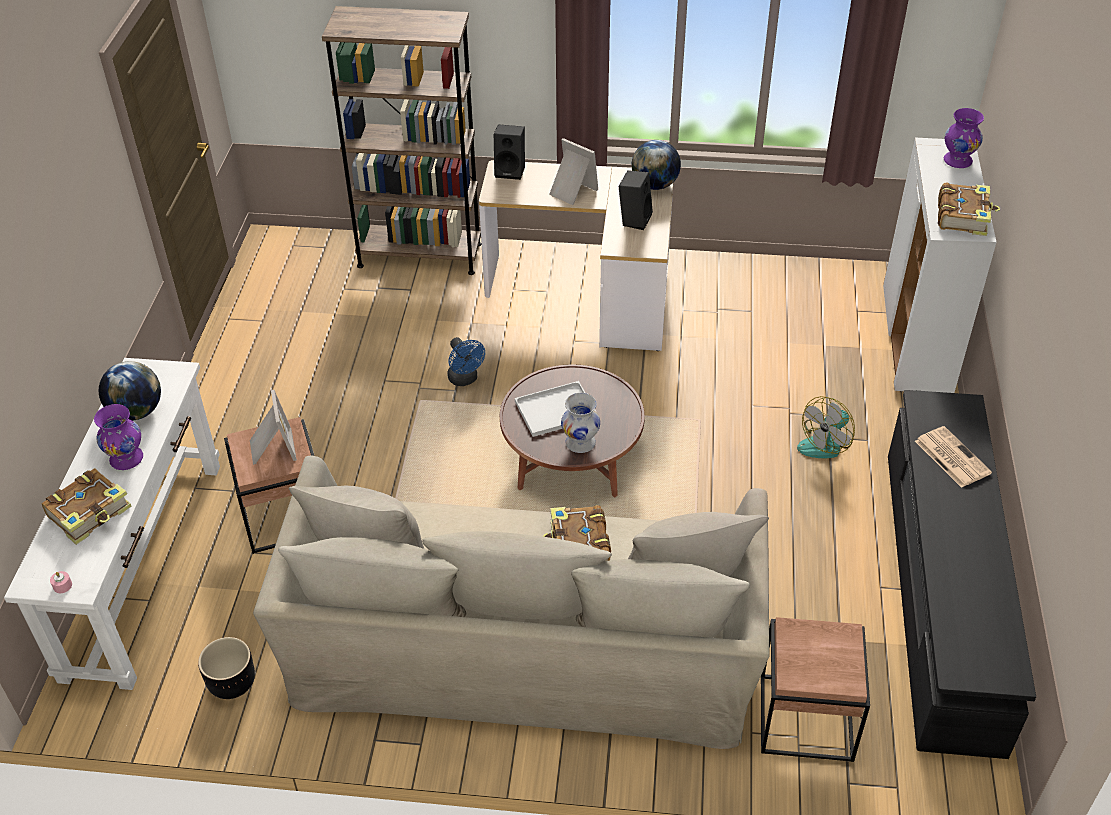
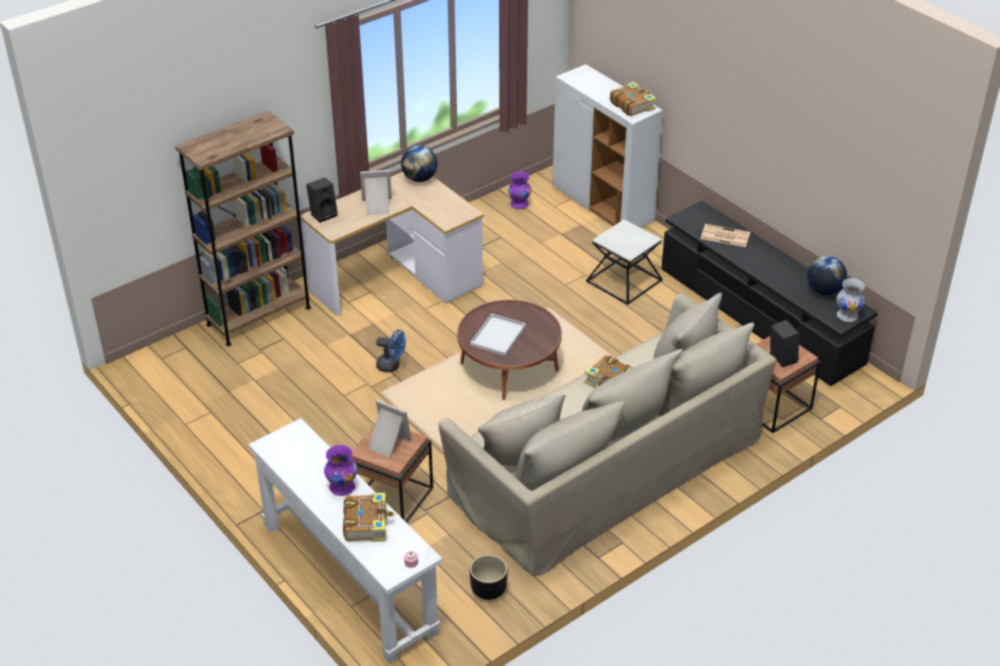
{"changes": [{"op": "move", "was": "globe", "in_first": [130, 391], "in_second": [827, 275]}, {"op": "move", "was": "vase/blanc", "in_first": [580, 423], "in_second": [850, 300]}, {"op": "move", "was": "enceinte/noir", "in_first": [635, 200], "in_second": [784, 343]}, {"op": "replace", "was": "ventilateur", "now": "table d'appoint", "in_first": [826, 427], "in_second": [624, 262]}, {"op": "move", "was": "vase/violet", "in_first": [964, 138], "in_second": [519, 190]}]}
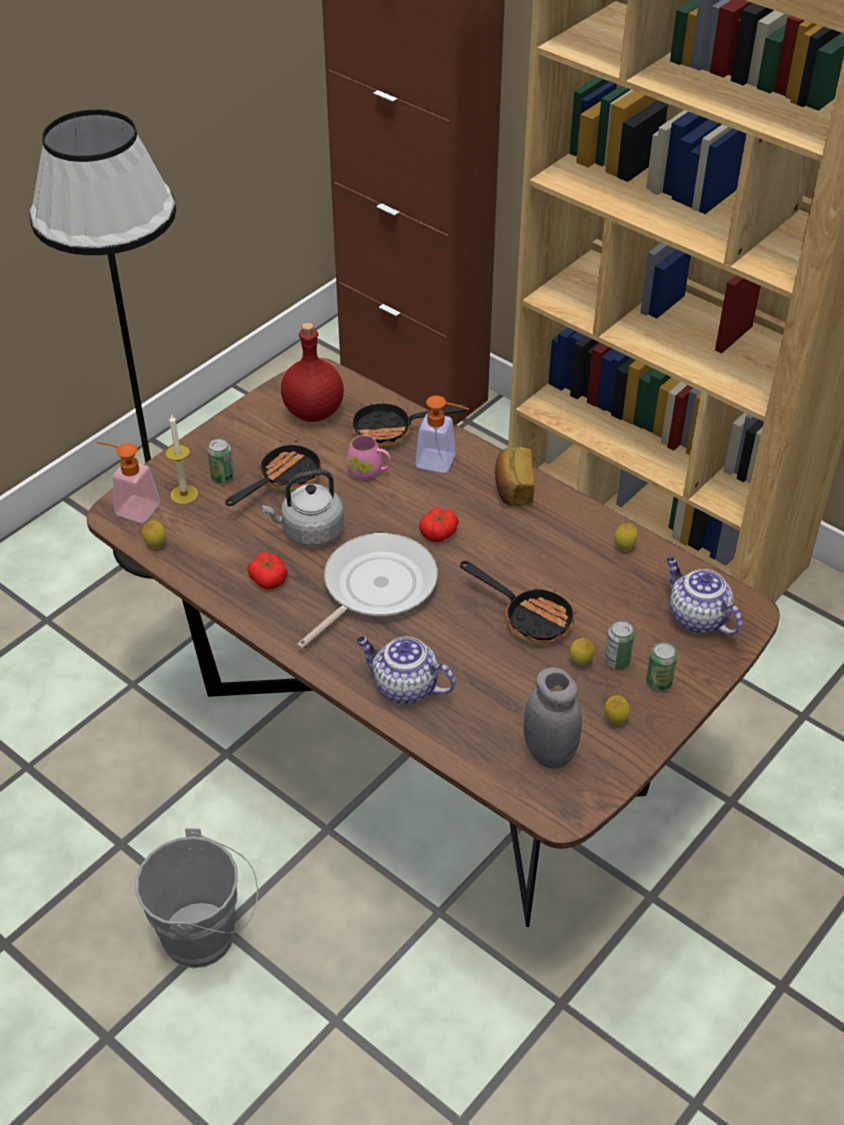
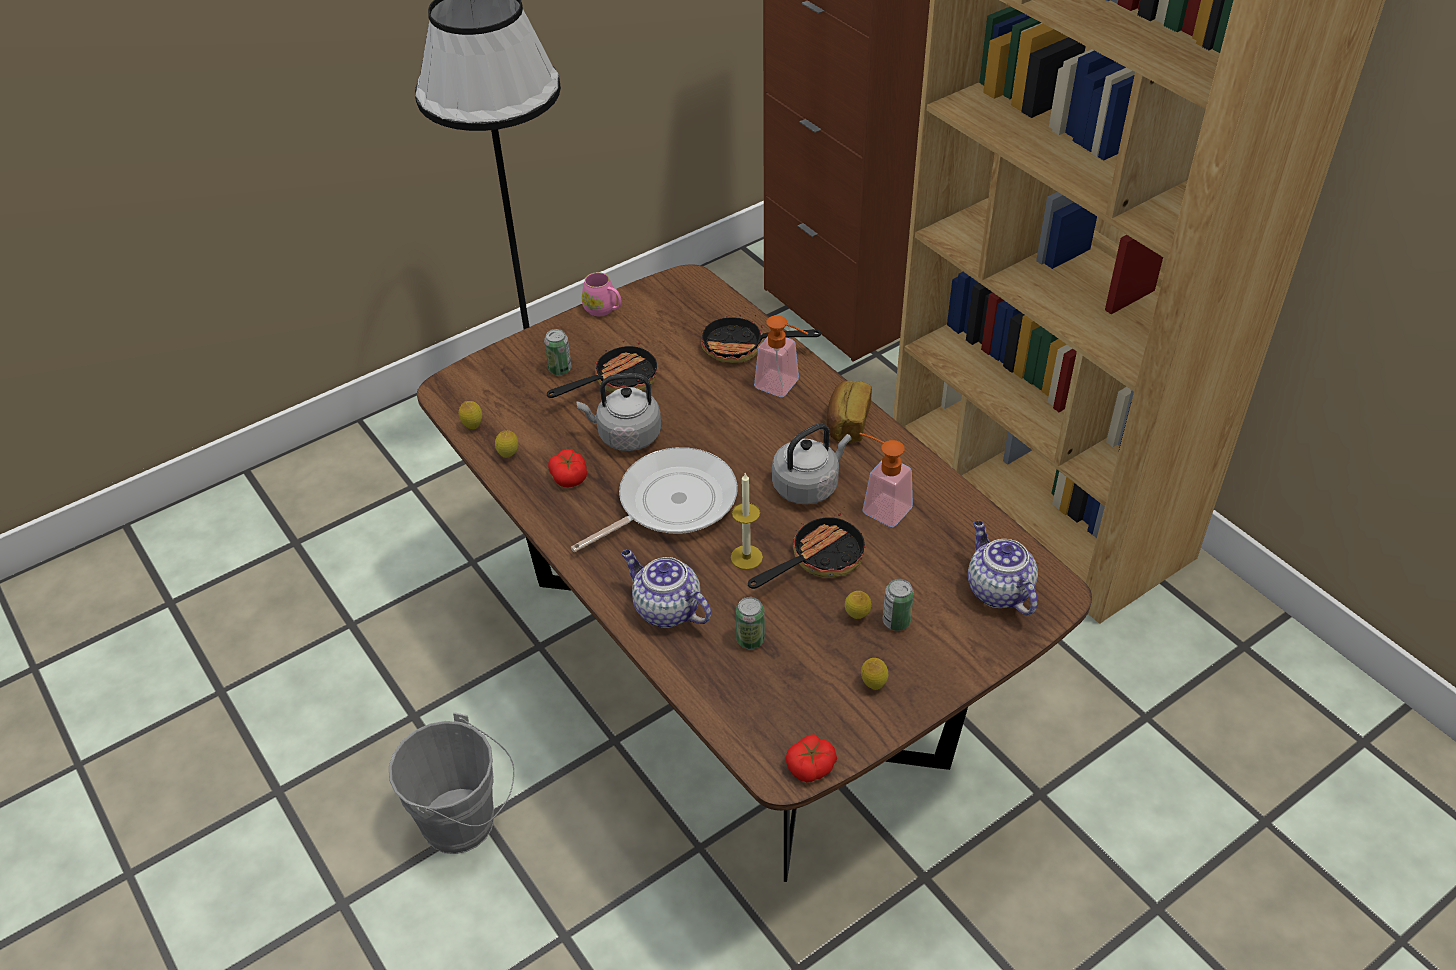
{"changes": [{"op": "move", "was": "distributeur de savon", "in_first": [128, 482], "in_second": [886, 480]}, {"op": "move", "was": "bougie", "in_first": [181, 459], "in_second": [747, 521]}, {"op": "delete", "was": "bouteille/rouge", "in_first": [312, 372]}, {"op": "move", "was": "mug/rose", "in_first": [369, 457], "in_second": [602, 294]}, {"op": "move", "was": "tomate", "in_first": [439, 524], "in_second": [811, 758]}, {"op": "rotate", "was": "poêle", "in_first": [518, 603], "in_second": [806, 550], "clockwise": -90}, {"op": "delete", "was": "bocal/gris", "in_first": [553, 718]}, {"op": "move", "was": "citron", "in_first": [626, 536], "in_second": [506, 444]}, {"op": "move", "was": "boîte métallique", "in_first": [661, 666], "in_second": [750, 623]}, {"op": "insert", "now": "bouilloire/gris", "in_second": [812, 464]}]}
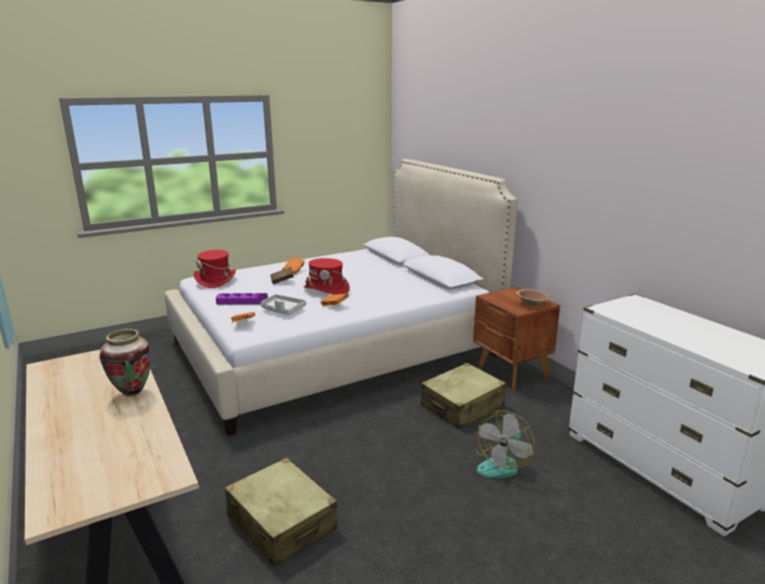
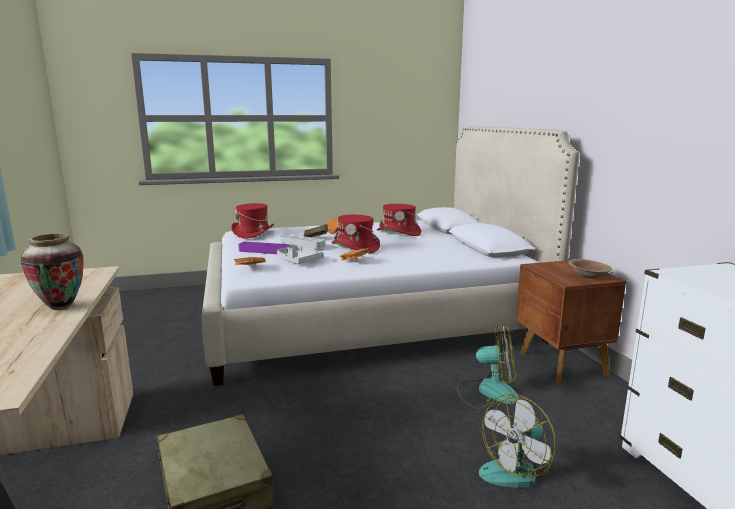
{"changes": [{"op": "replace", "was": "valise/beige", "now": "ventilateur", "in_first": [463, 396], "in_second": [488, 366]}, {"op": "insert", "now": "plateau/gris", "in_second": [302, 241]}, {"op": "insert", "now": "chapeau/rouge", "in_second": [399, 220]}]}
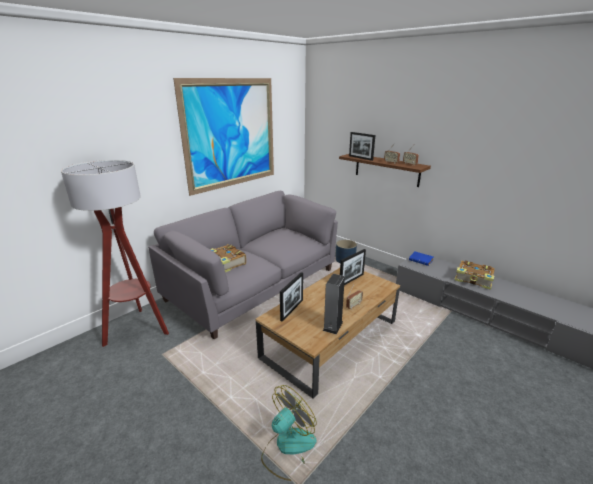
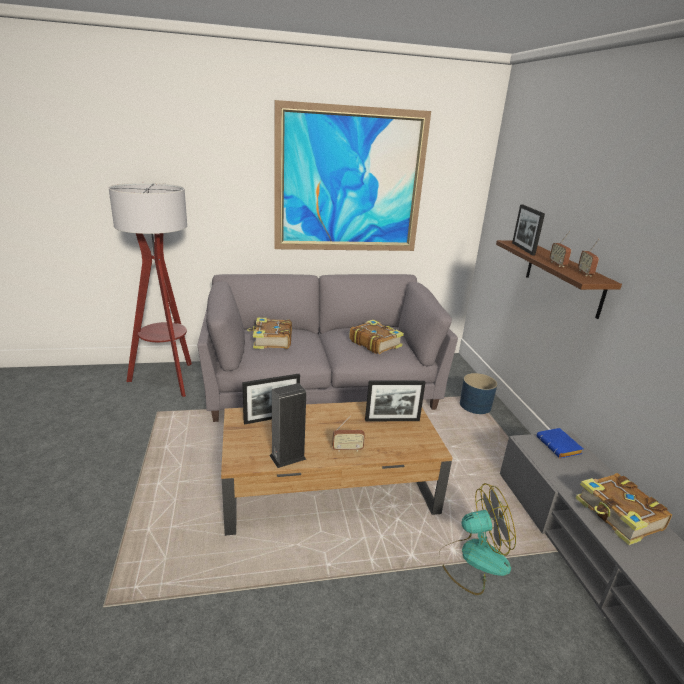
{"changes": [{"op": "move", "was": "ventilateur", "in_first": [289, 433], "in_second": [477, 539]}, {"op": "insert", "now": "livre", "in_second": [376, 337]}]}
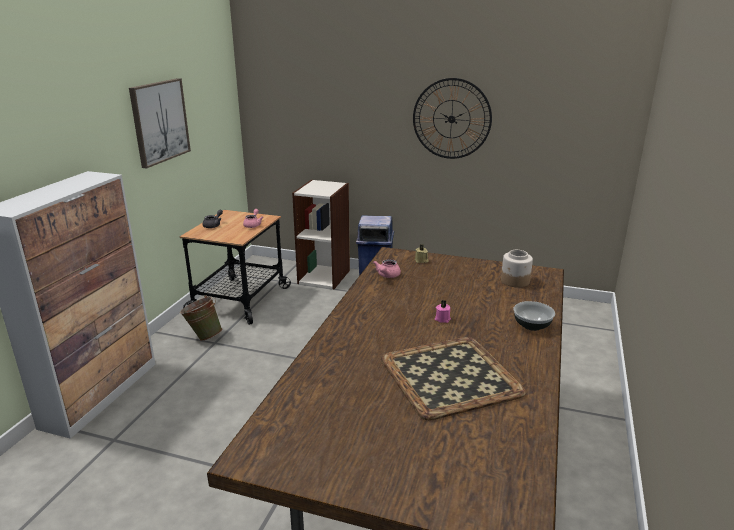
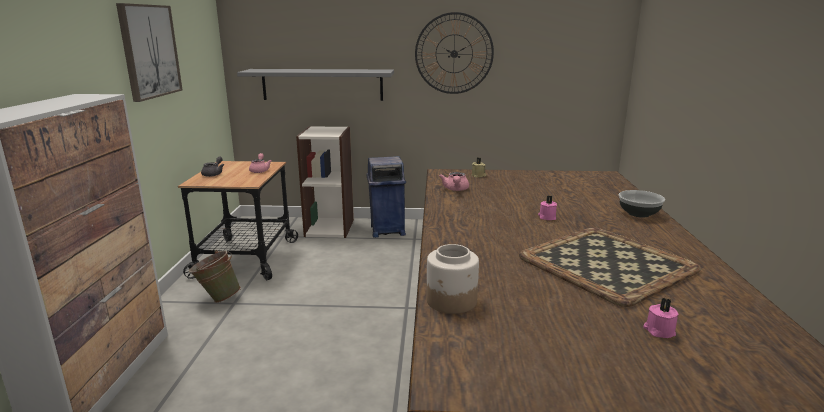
{"changes": [{"op": "move", "was": "bocal", "in_first": [517, 268], "in_second": [453, 279]}, {"op": "insert", "now": "étagère/gris", "in_second": [315, 85]}, {"op": "insert", "now": "bougie/rose", "in_second": [661, 318]}]}
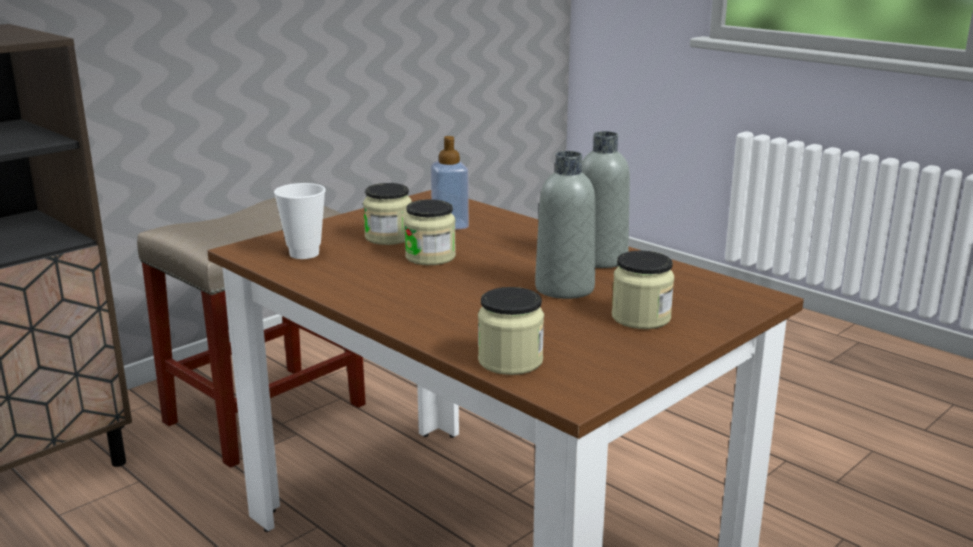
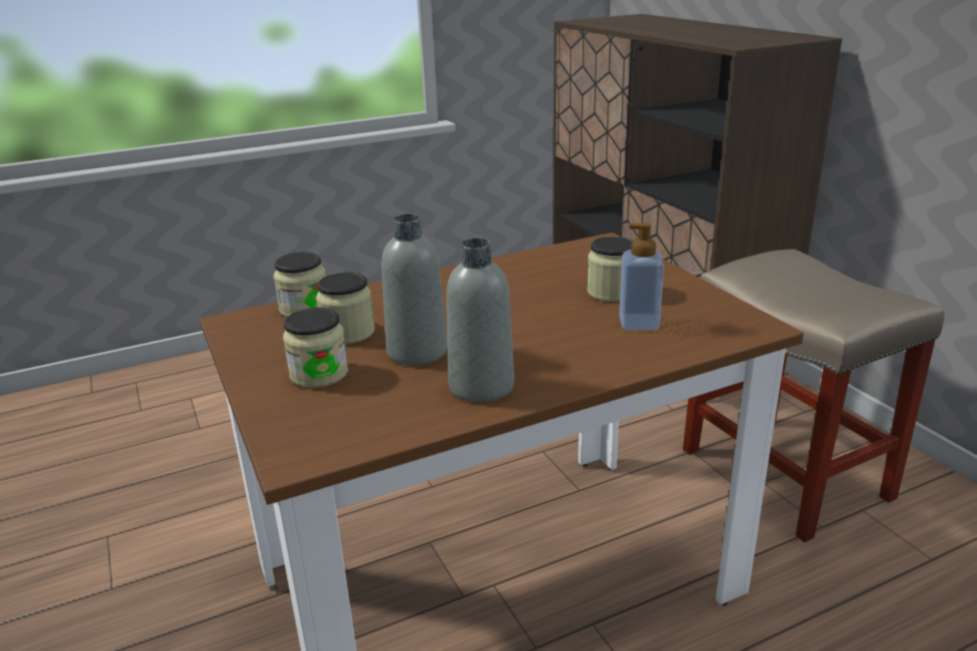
{"changes": [{"op": "delete", "was": "tasse", "in_first": [299, 221]}, {"op": "move", "was": "bocal", "in_first": [430, 232], "in_second": [345, 308]}]}
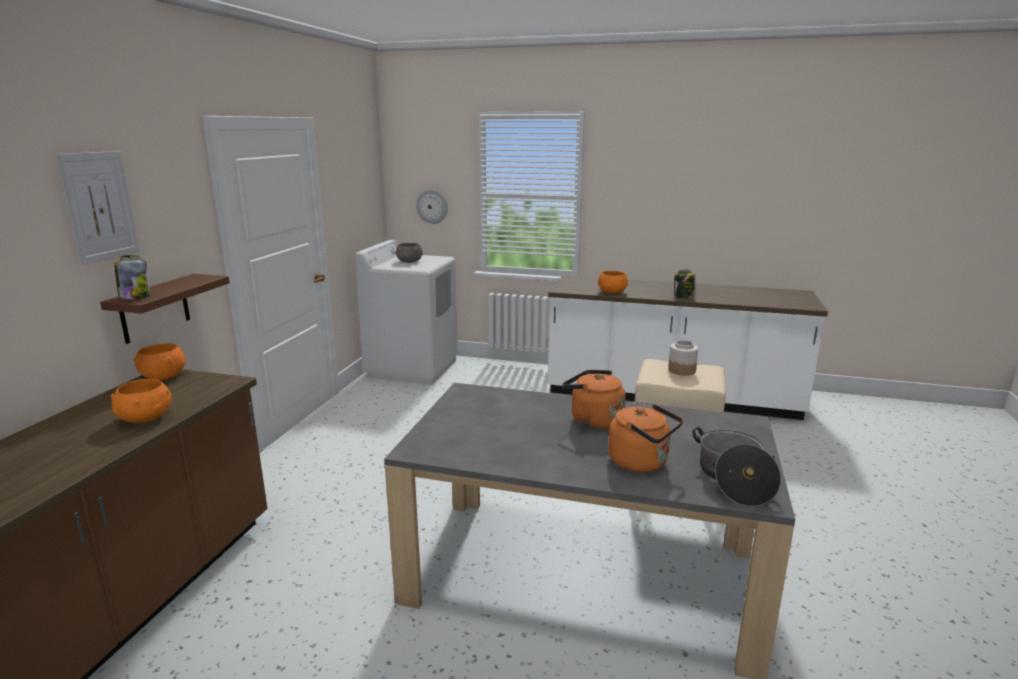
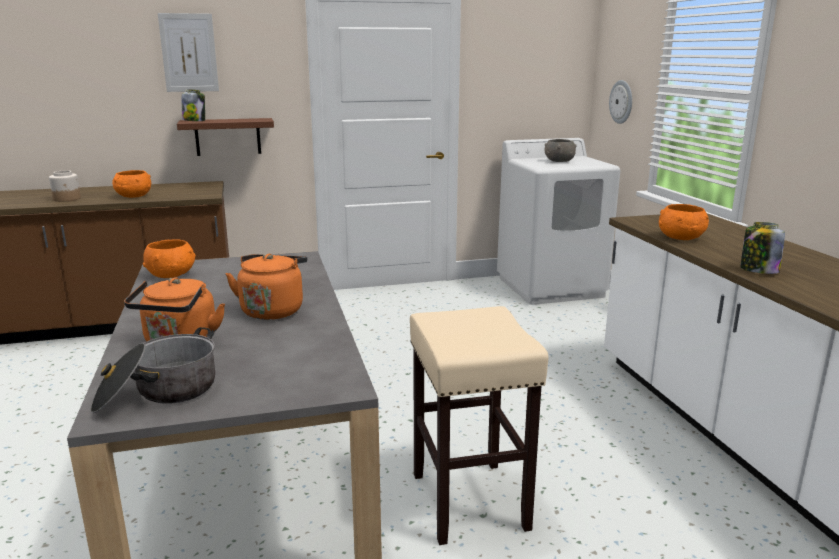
{"changes": [{"op": "move", "was": "bol/orange", "in_first": [159, 361], "in_second": [169, 258]}, {"op": "move", "was": "bocal", "in_first": [683, 357], "in_second": [65, 186]}]}
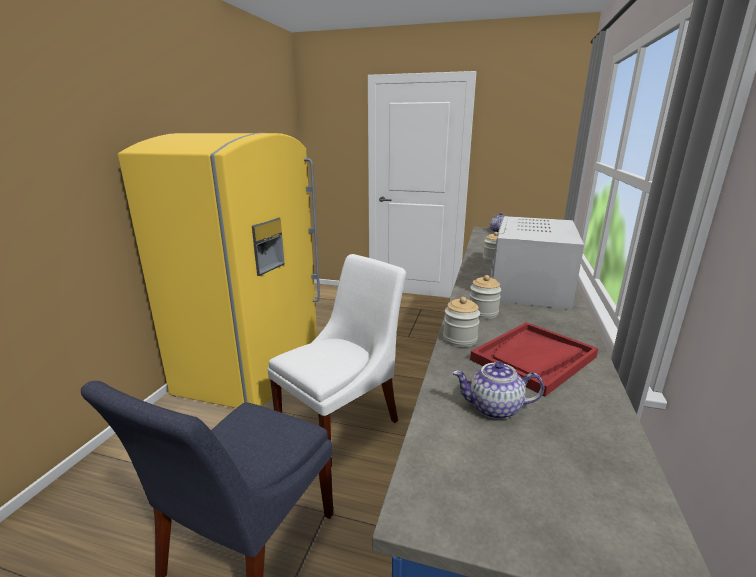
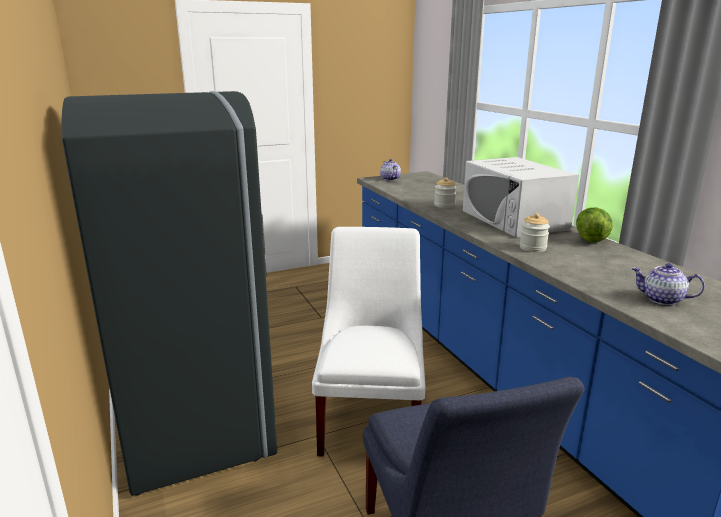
{"changes": [{"op": "recolor", "was": "réfrigérateur/jaune", "now": "réfrigérateur/gris", "in_first": [219, 270], "in_second": [169, 293]}, {"op": "delete", "was": "bocal", "in_first": [461, 322]}, {"op": "rotate", "was": "théière", "in_first": [498, 390], "in_second": [668, 284], "clockwise": 60}, {"op": "delete", "was": "plateau/rouge", "in_first": [534, 359]}, {"op": "insert", "now": "laitue", "in_second": [594, 225]}]}
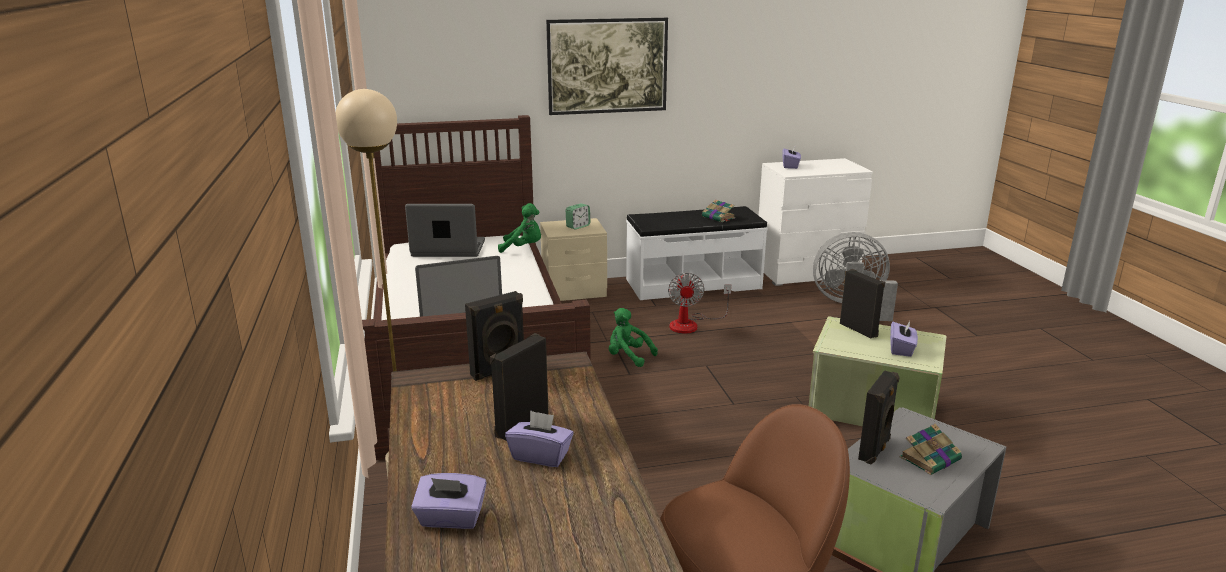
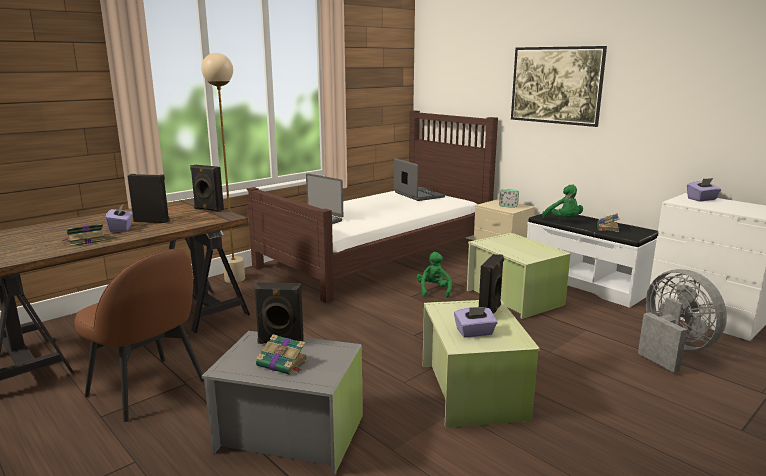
{"changes": [{"op": "delete", "was": "boîte à mouchoirs/violet", "in_first": [449, 501]}, {"op": "move", "was": "peluche/vert", "in_first": [519, 228], "in_second": [562, 201]}, {"op": "replace", "was": "ventilateur", "now": "boîte de rangement/vert", "in_first": [699, 303], "in_second": [519, 276]}, {"op": "insert", "now": "livre", "in_second": [84, 235]}]}
